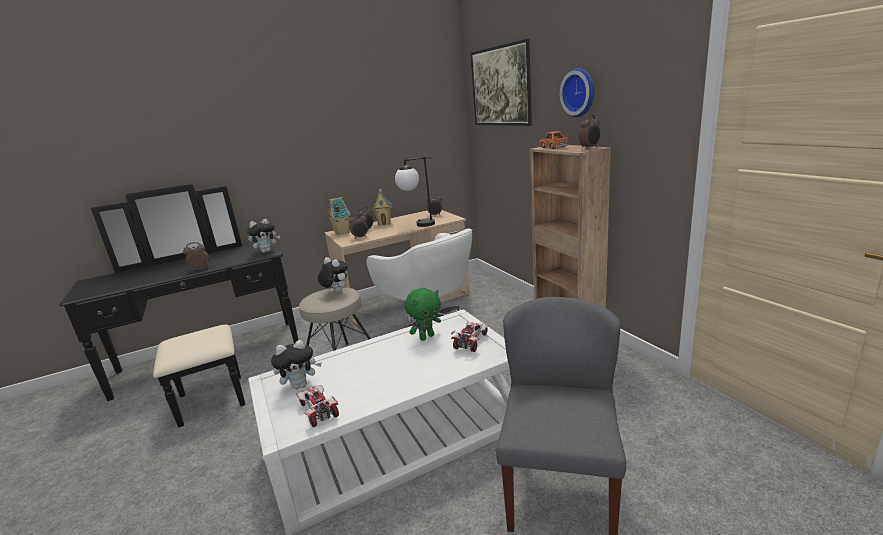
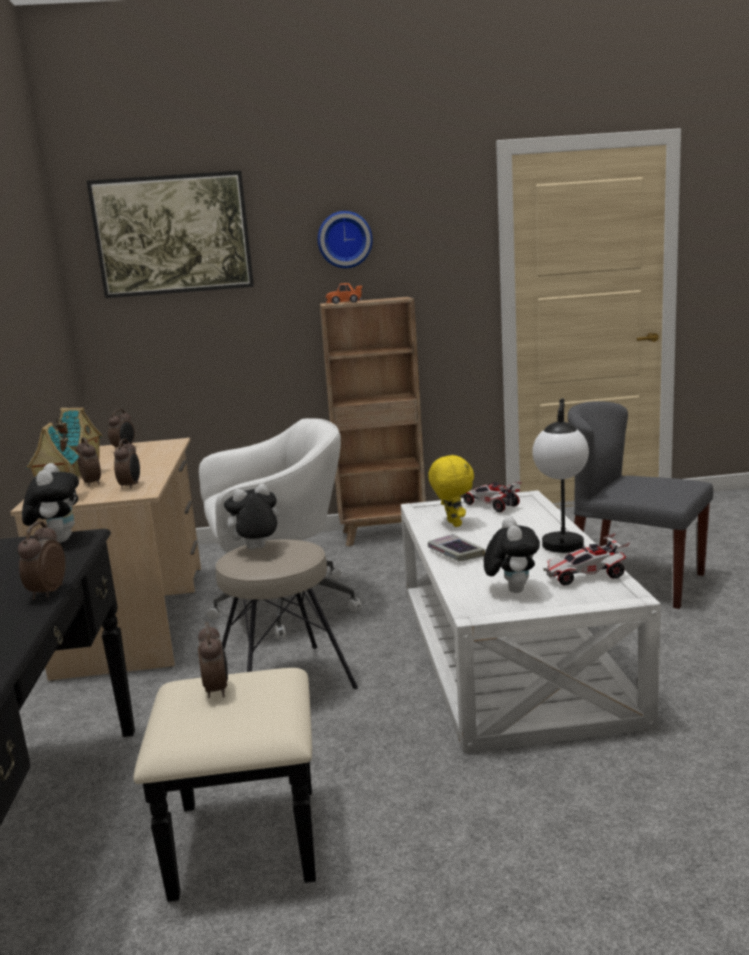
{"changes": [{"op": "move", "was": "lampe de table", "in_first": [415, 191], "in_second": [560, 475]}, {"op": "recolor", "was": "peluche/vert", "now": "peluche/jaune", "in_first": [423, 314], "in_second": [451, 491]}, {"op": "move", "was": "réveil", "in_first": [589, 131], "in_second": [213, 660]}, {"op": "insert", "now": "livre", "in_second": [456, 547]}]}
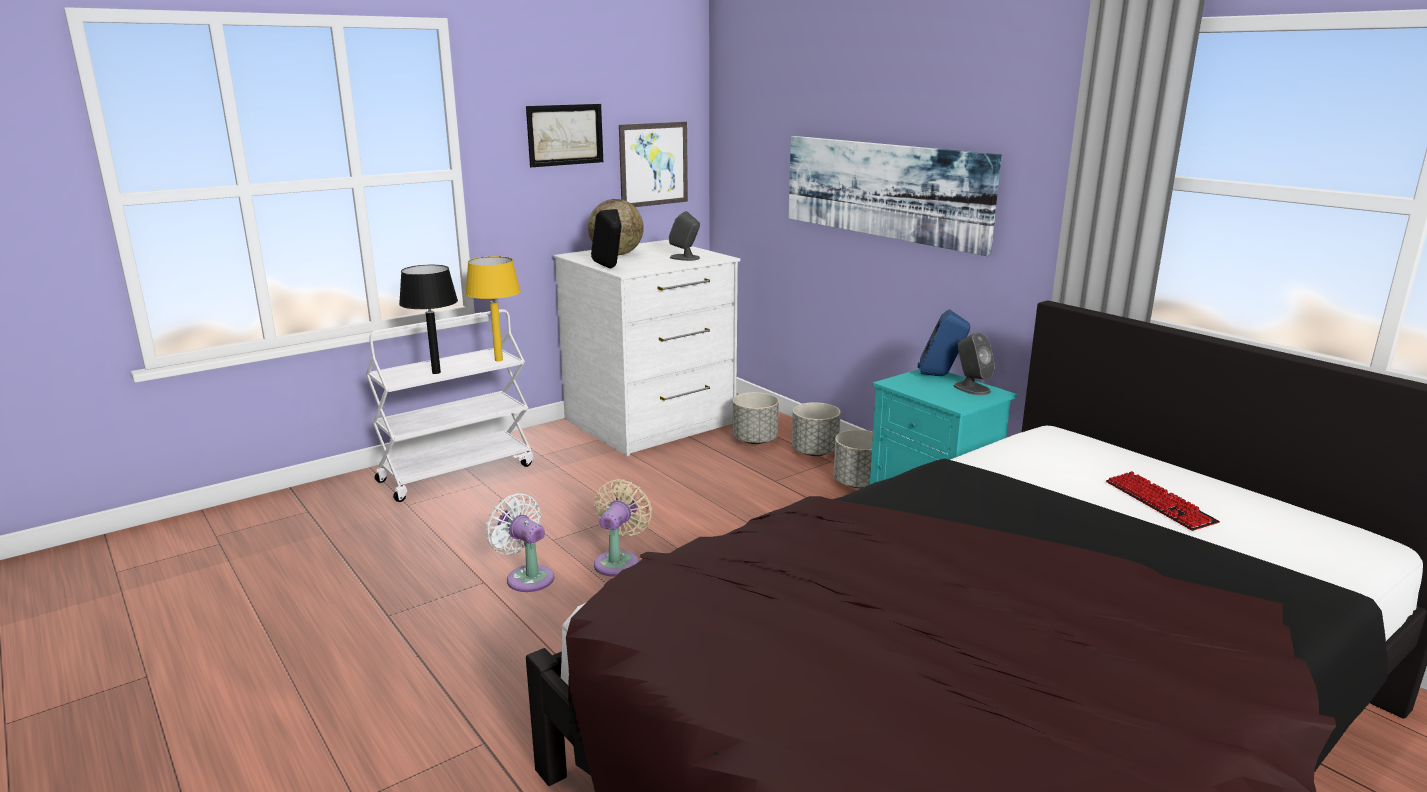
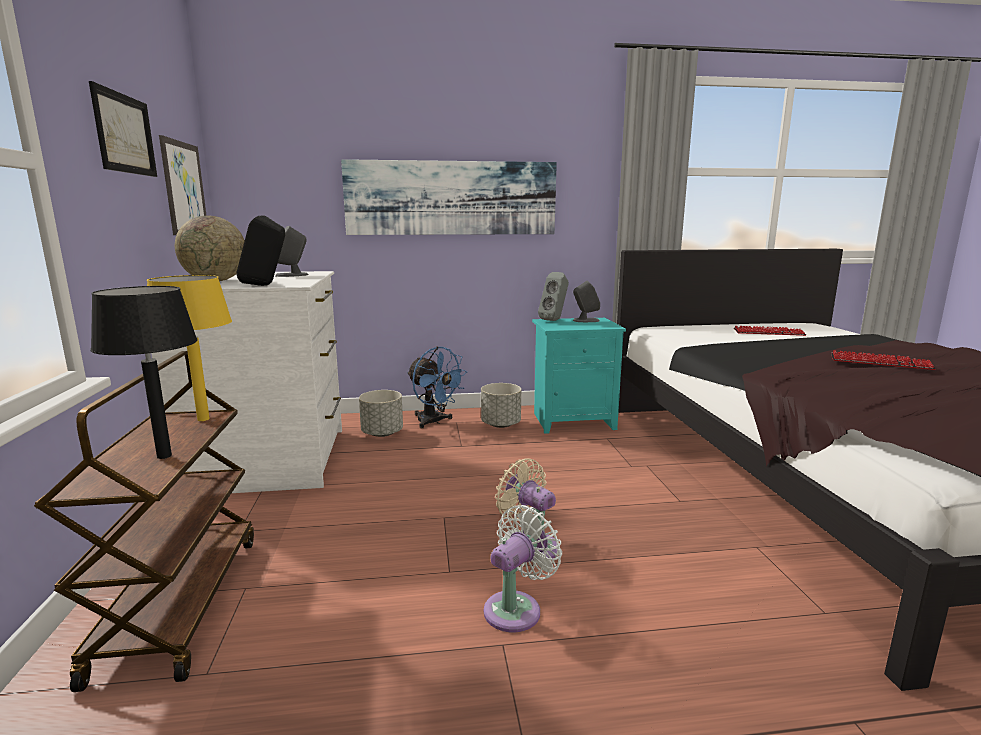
{"changes": [{"op": "recolor", "was": "chariot/blanc", "now": "chariot/marron", "in_first": [449, 405], "in_second": [144, 521]}, {"op": "rotate", "was": "ventilateur/blanc", "in_first": [520, 542], "in_second": [523, 568], "clockwise": 150}, {"op": "replace", "was": "cache-pot/gris", "now": "ventilateur/bleu", "in_first": [816, 429], "in_second": [437, 387]}, {"op": "recolor", "was": "enceinte/bleu", "now": "enceinte/gris", "in_first": [944, 342], "in_second": [553, 296]}, {"op": "insert", "now": "clavier", "in_second": [883, 360]}]}
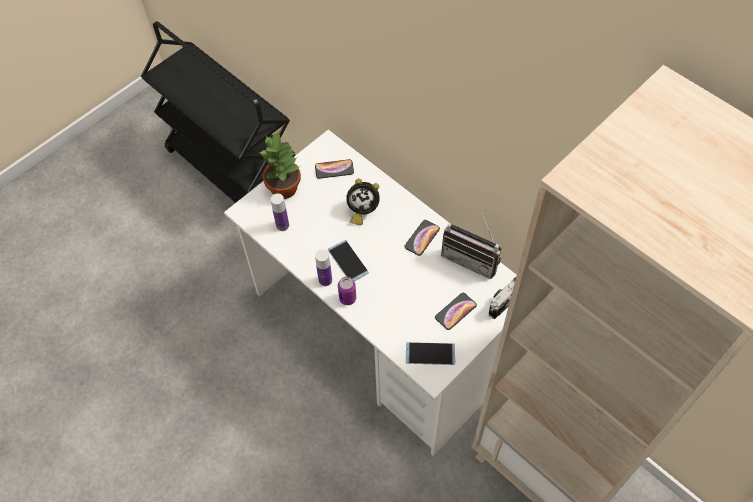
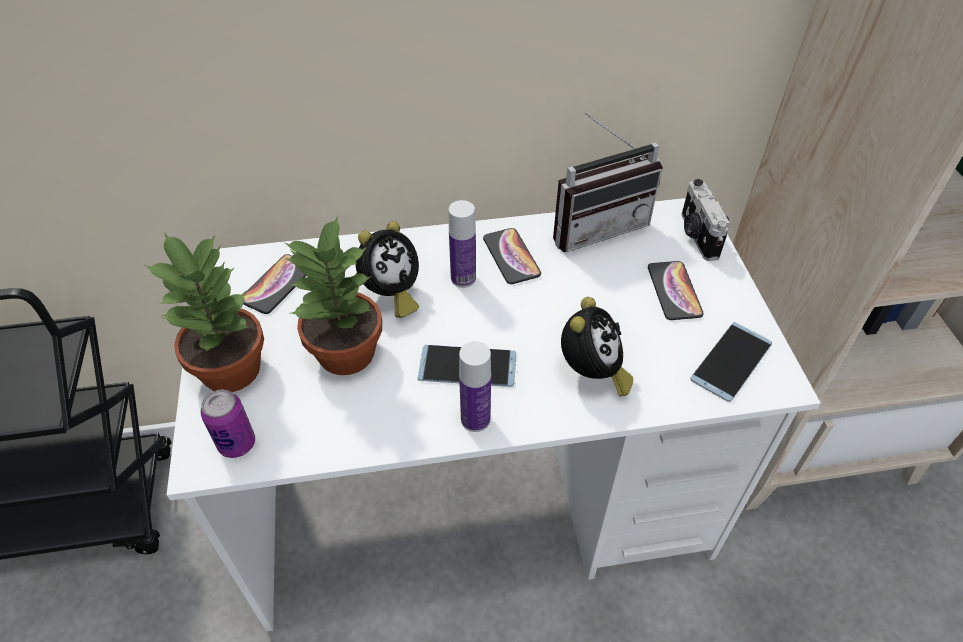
{"changes": [{"op": "move", "was": "bouteille", "in_first": [280, 212], "in_second": [462, 244]}, {"op": "move", "was": "boîte métallique", "in_first": [347, 291], "in_second": [228, 424]}, {"op": "insert", "now": "plante en pot", "in_second": [333, 295]}, {"op": "insert", "now": "réveil", "in_second": [597, 346]}]}
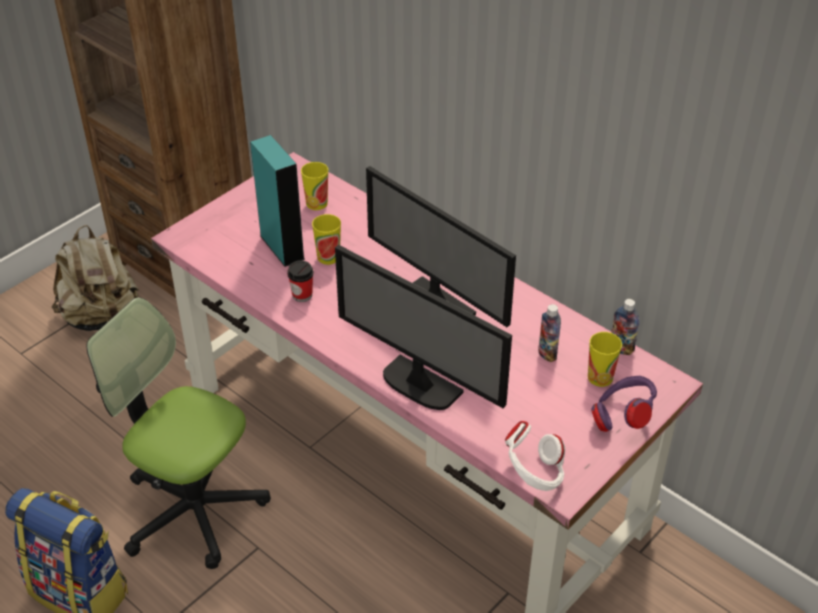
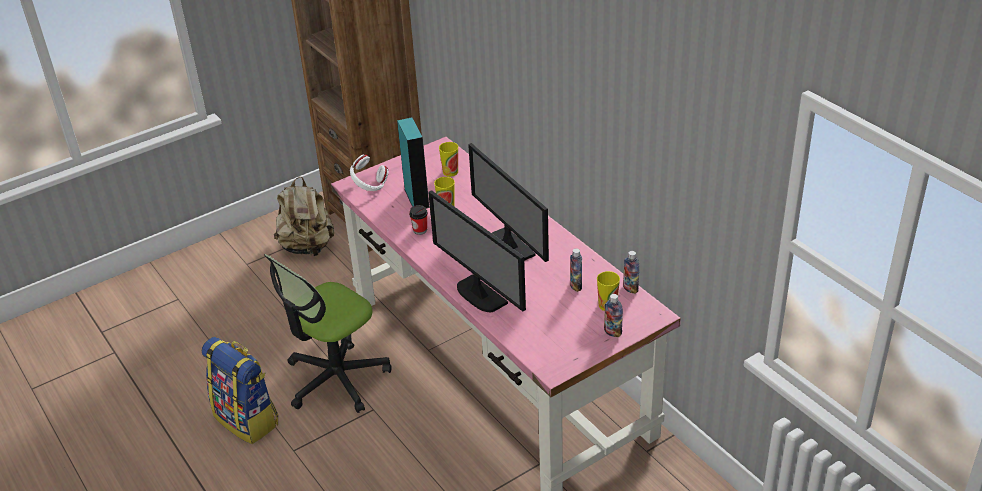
{"changes": [{"op": "rotate", "was": "chaise de bureau", "in_first": [178, 433], "in_second": [328, 333], "clockwise": -90}, {"op": "move", "was": "casque audio/blanc", "in_first": [535, 456], "in_second": [369, 172]}, {"op": "replace", "was": "casque audio/violet", "now": "bouteille", "in_first": [624, 404], "in_second": [613, 315]}]}
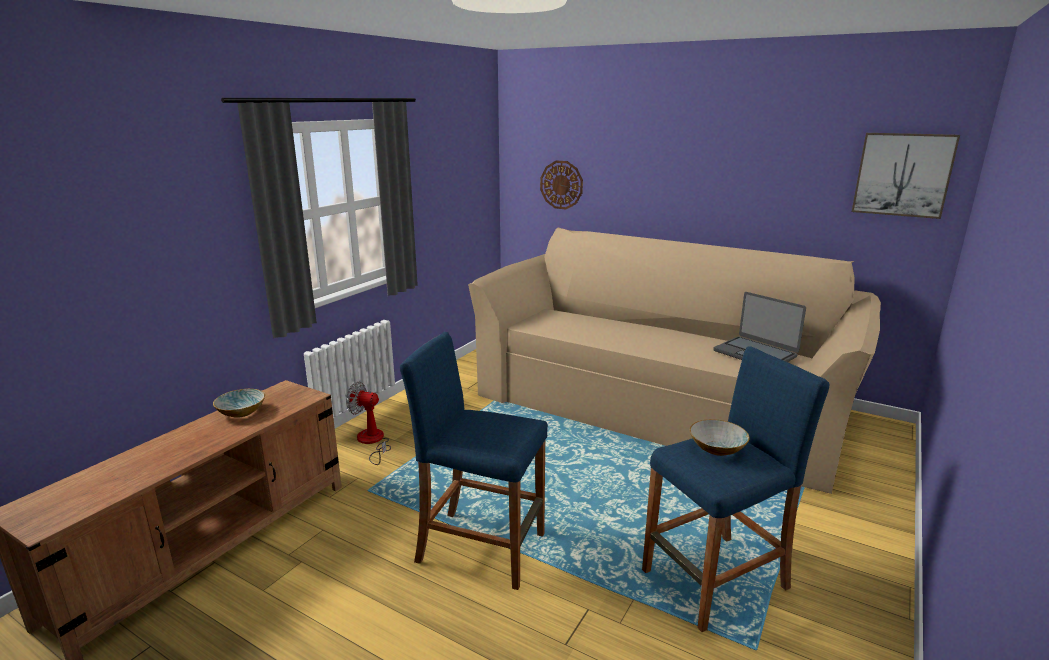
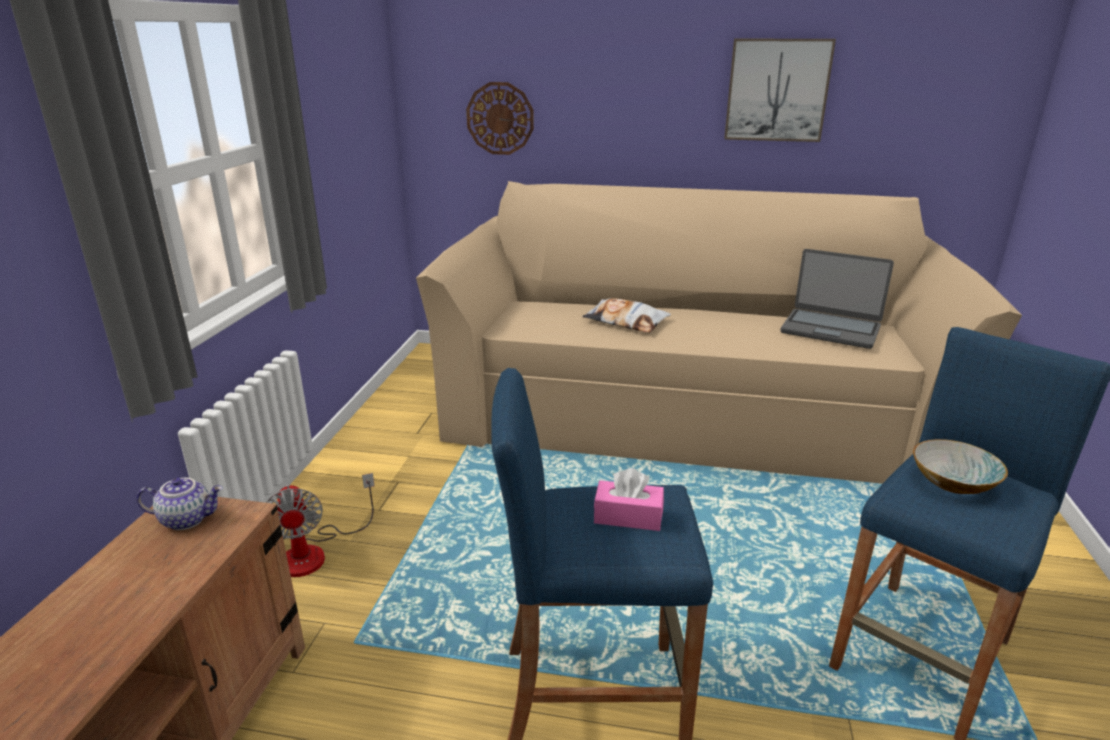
{"changes": [{"op": "delete", "was": "bol", "in_first": [239, 403]}, {"op": "rotate", "was": "ventilateur", "in_first": [368, 423], "in_second": [320, 525], "clockwise": -105}, {"op": "move", "was": "tableau", "in_first": [906, 176], "in_second": [780, 90]}, {"op": "insert", "now": "théière", "in_second": [179, 503]}, {"op": "insert", "now": "coussin", "in_second": [626, 315]}, {"op": "insert", "now": "boîte à mouchoirs/rose", "in_second": [629, 499]}]}
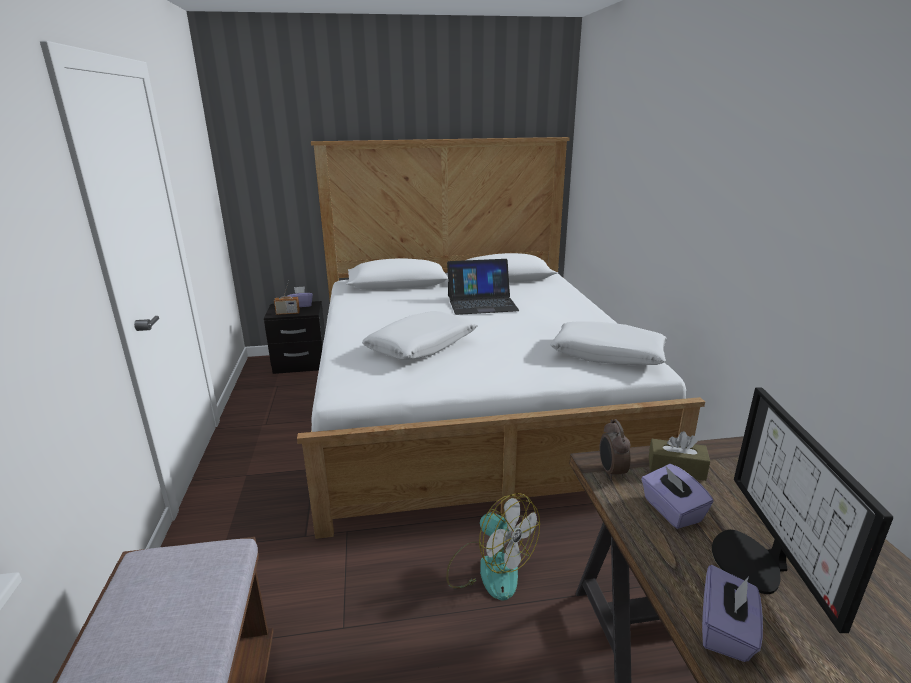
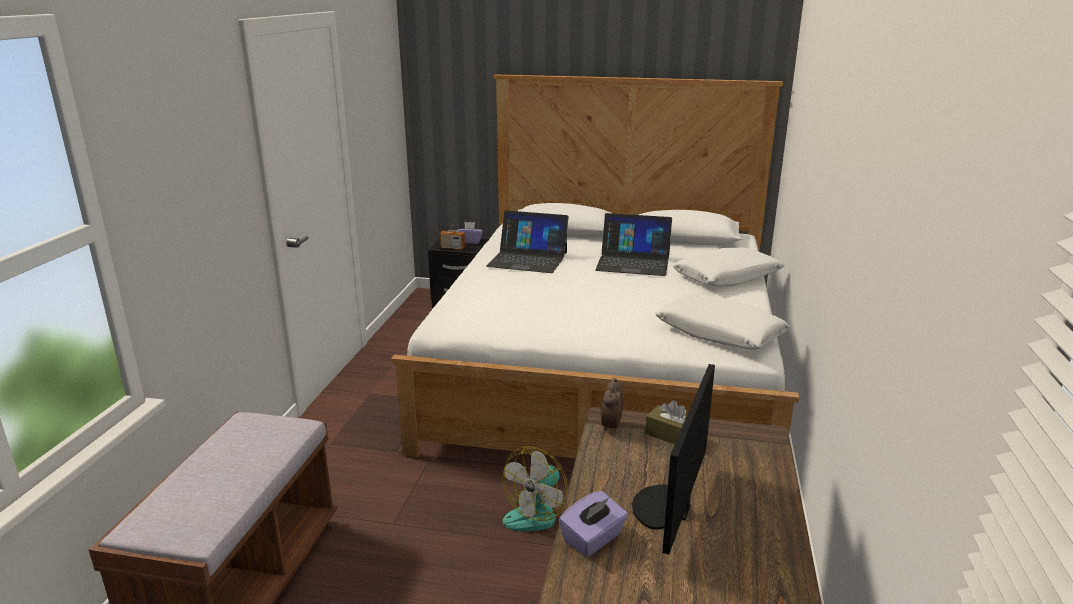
{"changes": [{"op": "move", "was": "coussin/blanc", "in_first": [420, 335], "in_second": [729, 266]}, {"op": "rotate", "was": "ventilateur", "in_first": [493, 546], "in_second": [535, 488], "clockwise": 60}, {"op": "delete", "was": "boîte à mouchoirs/violet", "in_first": [677, 496]}, {"op": "insert", "now": "ordinateur portable", "in_second": [527, 241]}]}
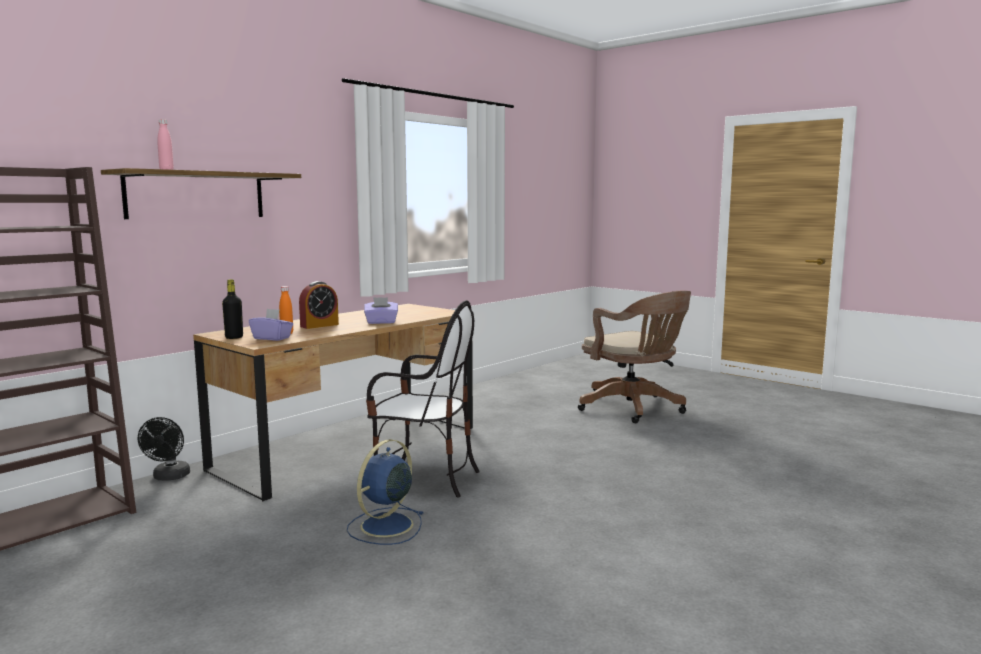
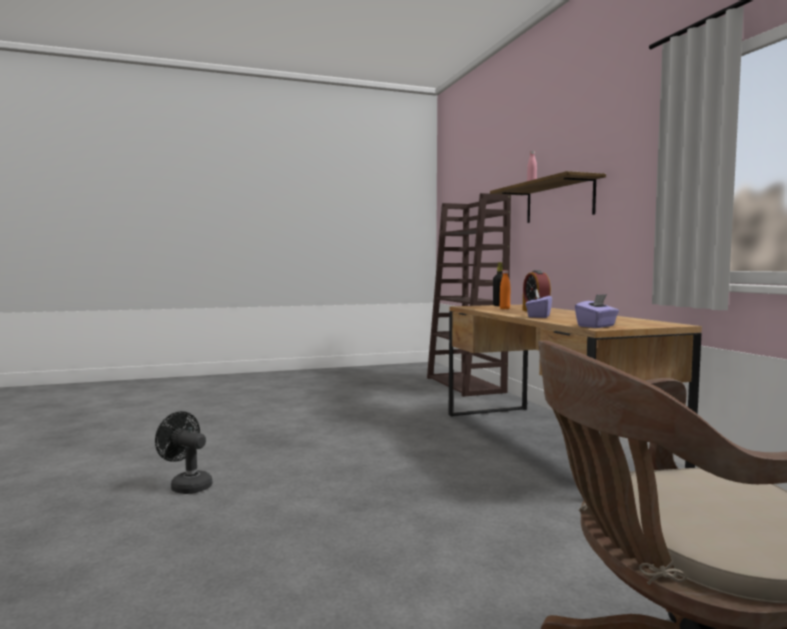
{"changes": [{"op": "move", "was": "ventilateur/noir", "in_first": [164, 448], "in_second": [183, 452]}, {"op": "move", "was": "boîte à mouchoirs/violet", "in_first": [271, 325], "in_second": [597, 311]}, {"op": "delete", "was": "ventilateur/bleu", "in_first": [385, 492]}, {"op": "delete", "was": "chaise", "in_first": [423, 399]}]}
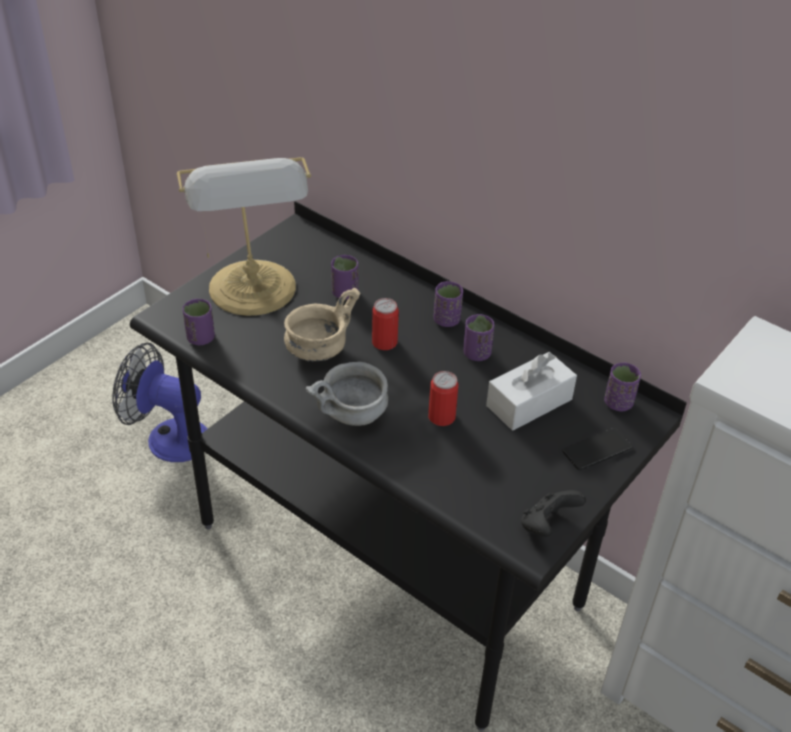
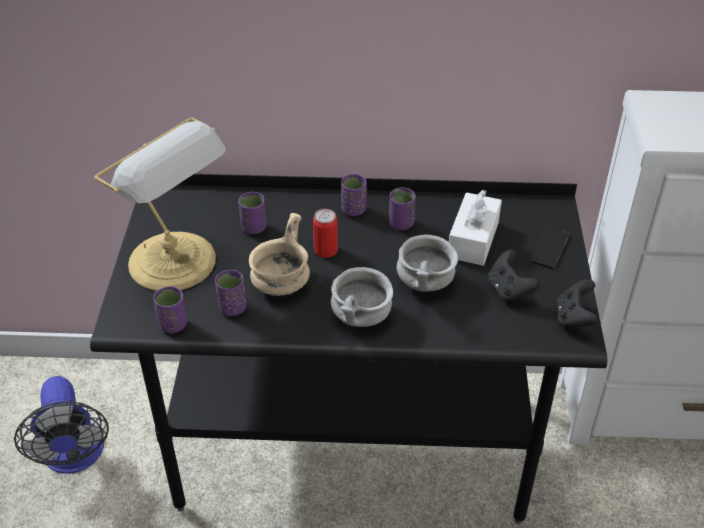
{"changes": [{"op": "rotate", "was": "ventilateur", "in_first": [159, 402], "in_second": [61, 425], "clockwise": -90}, {"op": "replace", "was": "boîte métallique", "now": "bol/gris", "in_first": [443, 398], "in_second": [427, 263]}, {"op": "move", "was": "tasse/violet", "in_first": [622, 386], "in_second": [231, 293]}, {"op": "insert", "now": "manette/noir", "in_second": [514, 276]}]}
